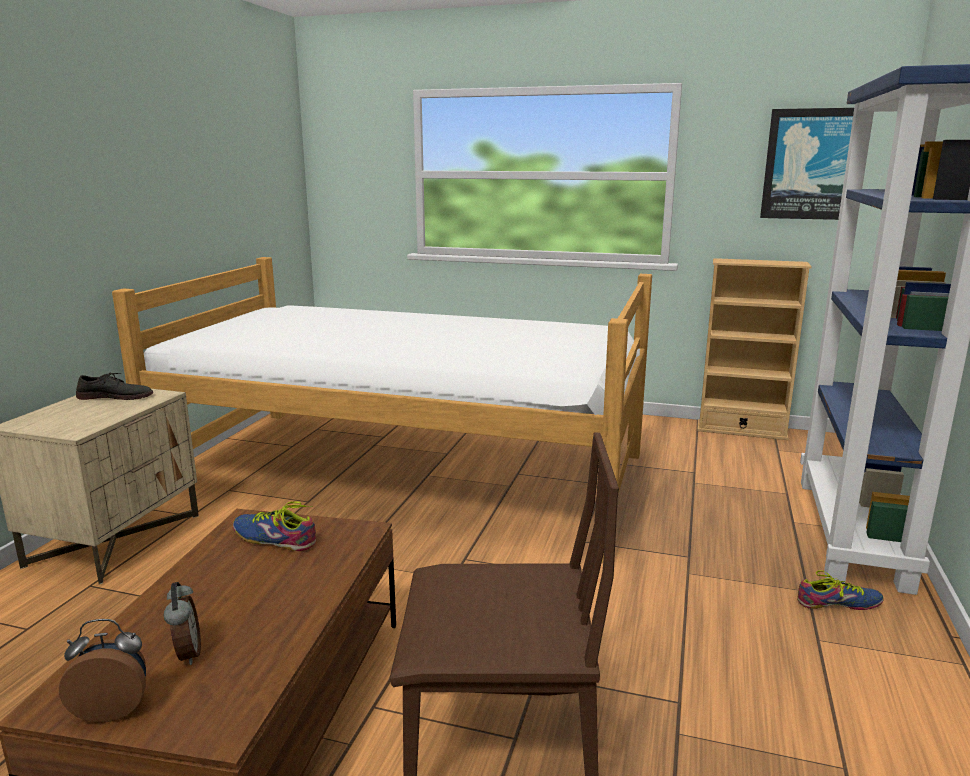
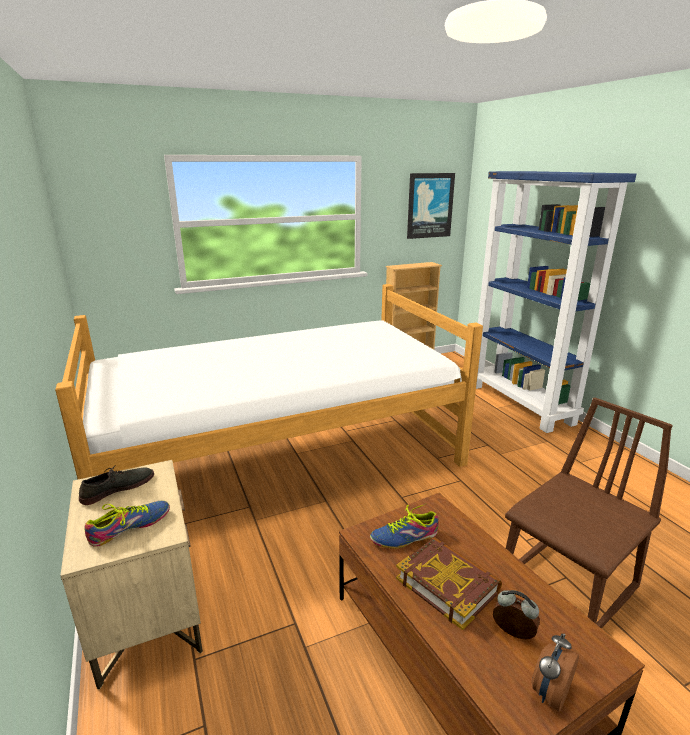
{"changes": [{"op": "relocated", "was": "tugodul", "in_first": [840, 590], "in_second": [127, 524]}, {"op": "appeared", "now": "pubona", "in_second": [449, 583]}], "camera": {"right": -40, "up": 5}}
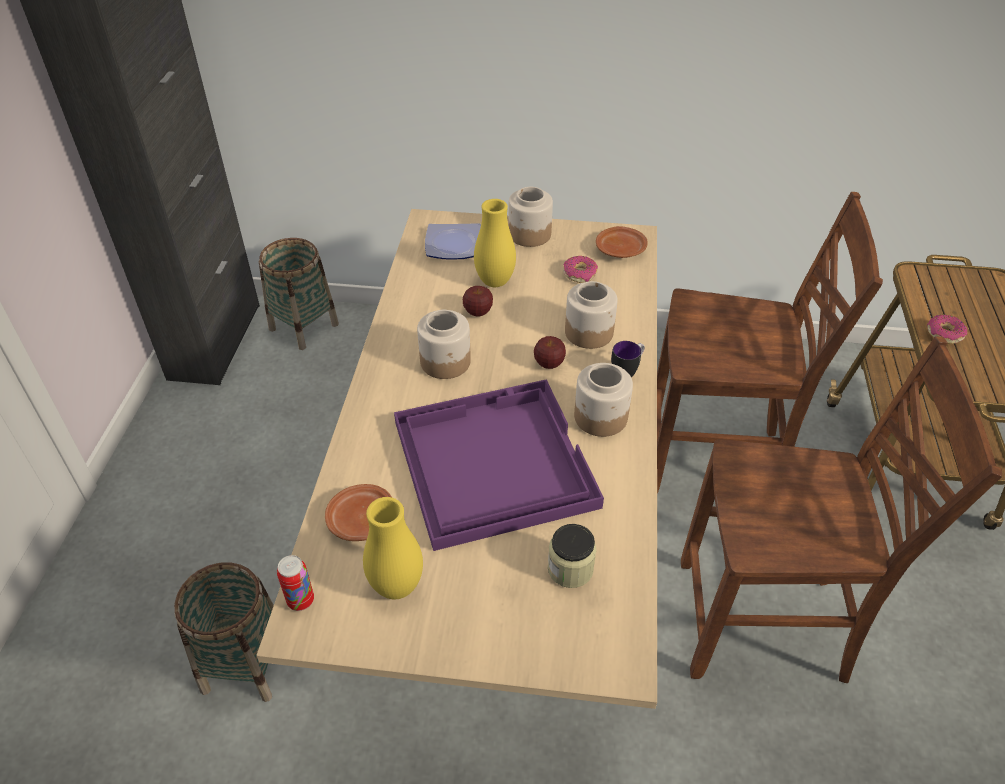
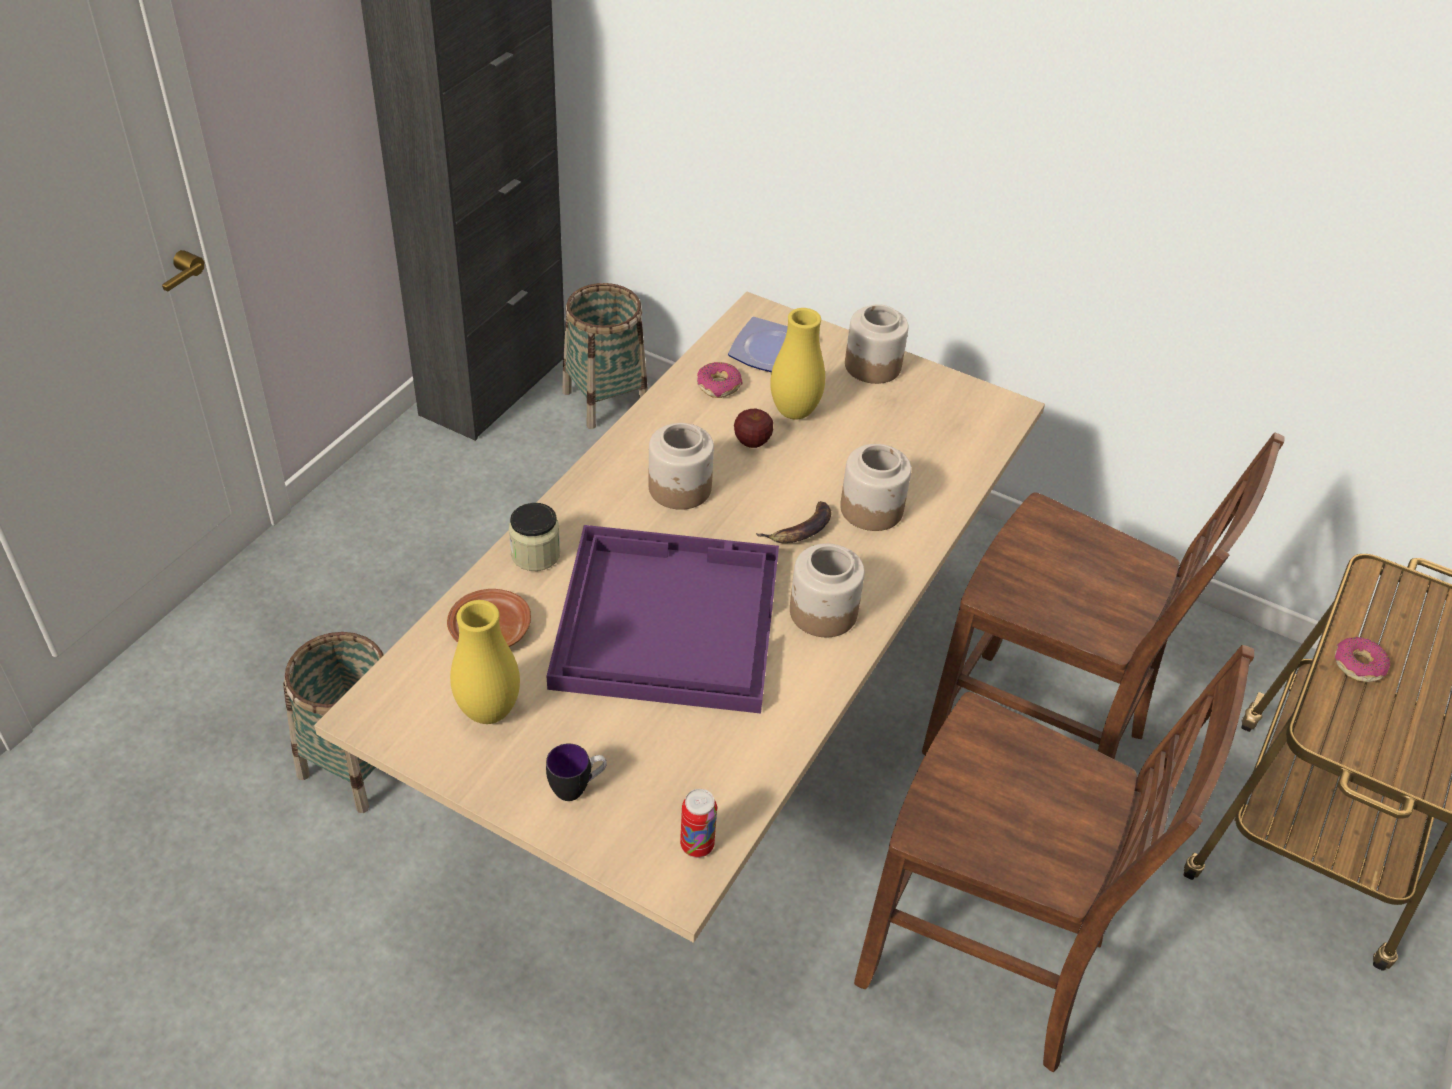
{"changes": [{"op": "relocated", "was": "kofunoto", "in_first": [572, 556], "in_second": [534, 537]}, {"op": "relocated", "was": "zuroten", "in_first": [628, 359], "in_second": [576, 772]}, {"op": "relocated", "was": "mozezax", "in_first": [295, 583], "in_second": [698, 823]}, {"op": "relocated", "was": "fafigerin", "in_first": [580, 269], "in_second": [720, 380]}, {"op": "exchanged", "was": "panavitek", "now": "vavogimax", "in_first": [550, 352], "in_second": [793, 522]}, {"op": "missing", "was": "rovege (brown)", "in_first": [622, 242]}], "camera": {"right": 20, "up": 0}}
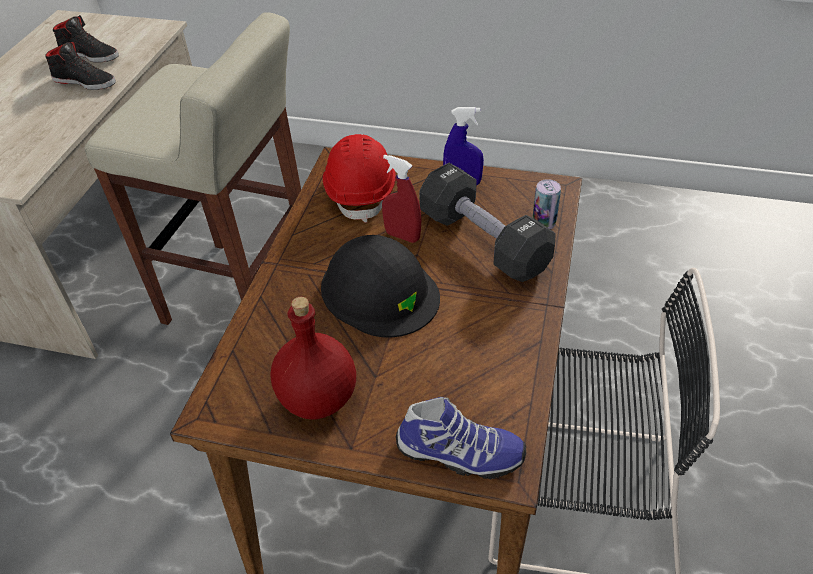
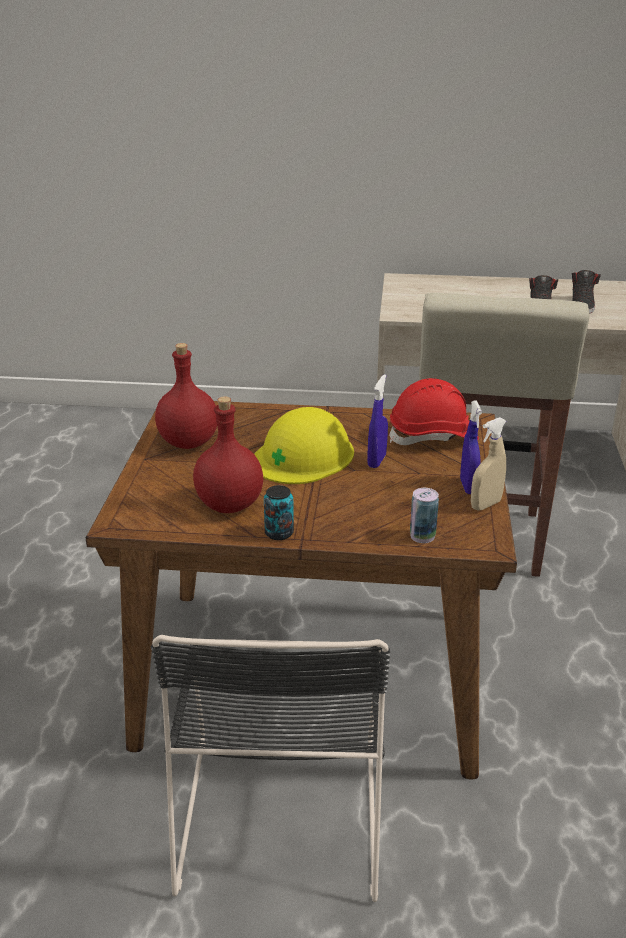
{"changes": [{"op": "appeared", "now": "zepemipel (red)", "in_second": [228, 454]}, {"op": "colour", "was": "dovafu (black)", "now": "dovafu (yellow)", "in_first": [380, 286], "in_second": [304, 445]}, {"op": "appeared", "now": "mozezax", "in_second": [279, 512]}, {"op": "colour", "was": "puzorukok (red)", "now": "puzorukok (blue)", "in_first": [401, 199], "in_second": [377, 421]}, {"op": "appeared", "now": "puzorukok (beige)", "in_second": [488, 464]}, {"op": "missing", "was": "tugodul", "in_first": [461, 438]}, {"op": "missing", "was": "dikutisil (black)", "in_first": [487, 222]}], "camera": {"right": 80, "up": -15}}
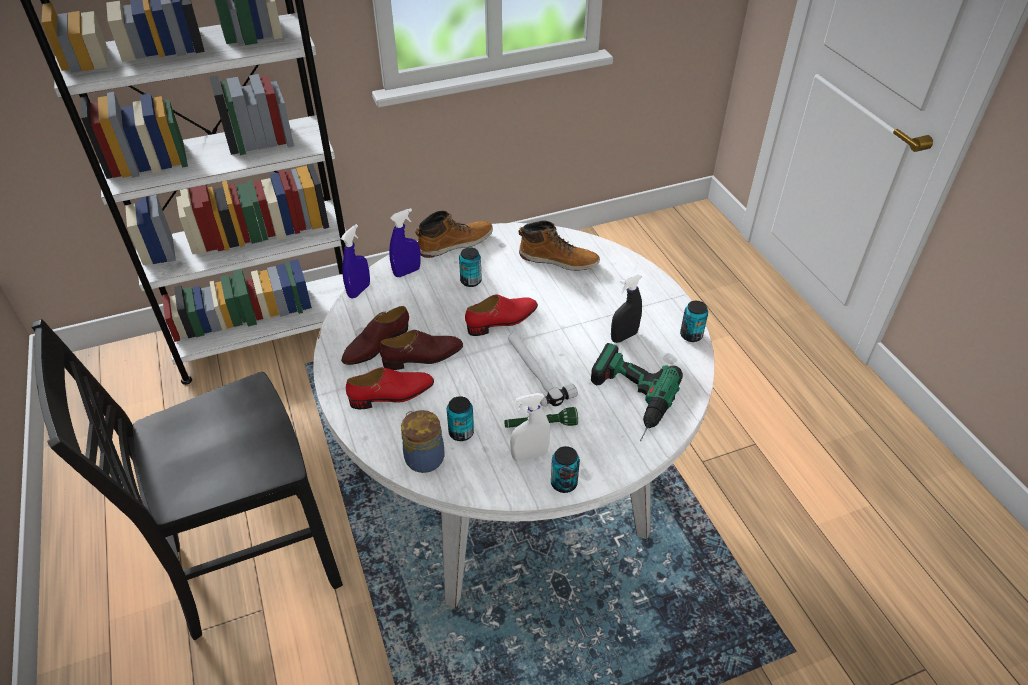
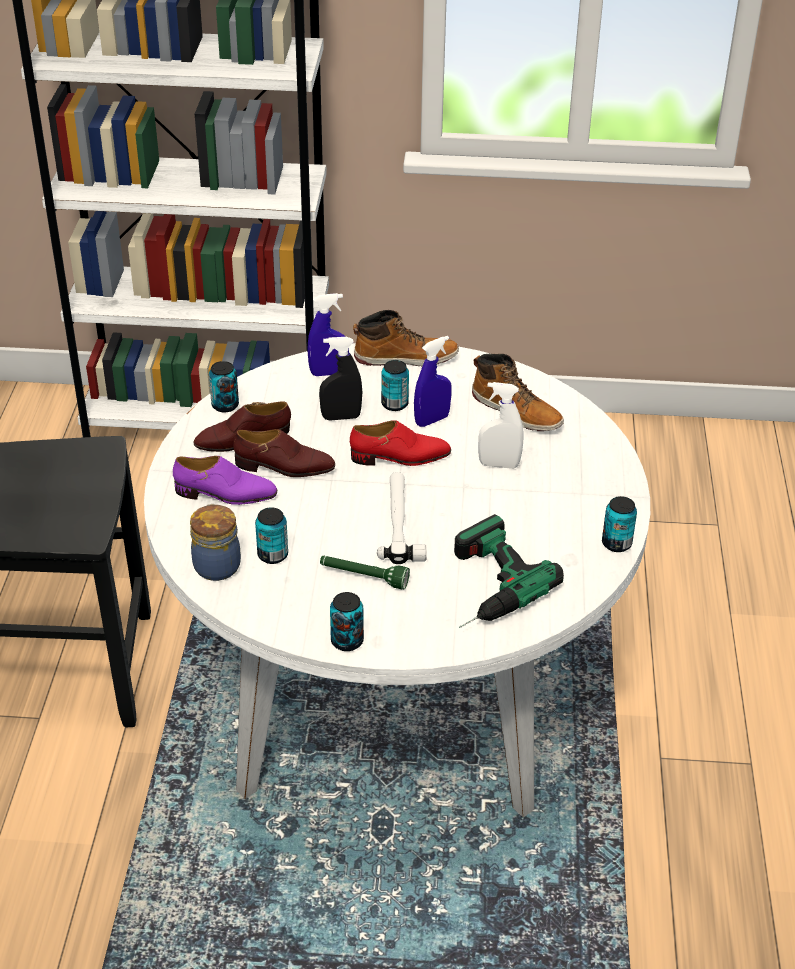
{"changes": [{"op": "colour", "was": "tugodul (red)", "now": "tugodul (purple)", "in_first": [390, 388], "in_second": [225, 480]}, {"op": "appeared", "now": "mozezax", "in_second": [224, 387]}, {"op": "relocated", "was": "puzorukok (black)", "in_first": [626, 308], "in_second": [340, 378]}, {"op": "relocated", "was": "puzorukok (blue)", "in_first": [355, 261], "in_second": [433, 381]}, {"op": "relocated", "was": "puzorukok (white)", "in_first": [530, 427], "in_second": [501, 425]}], "camera": {"right": 25, "up": -5}}
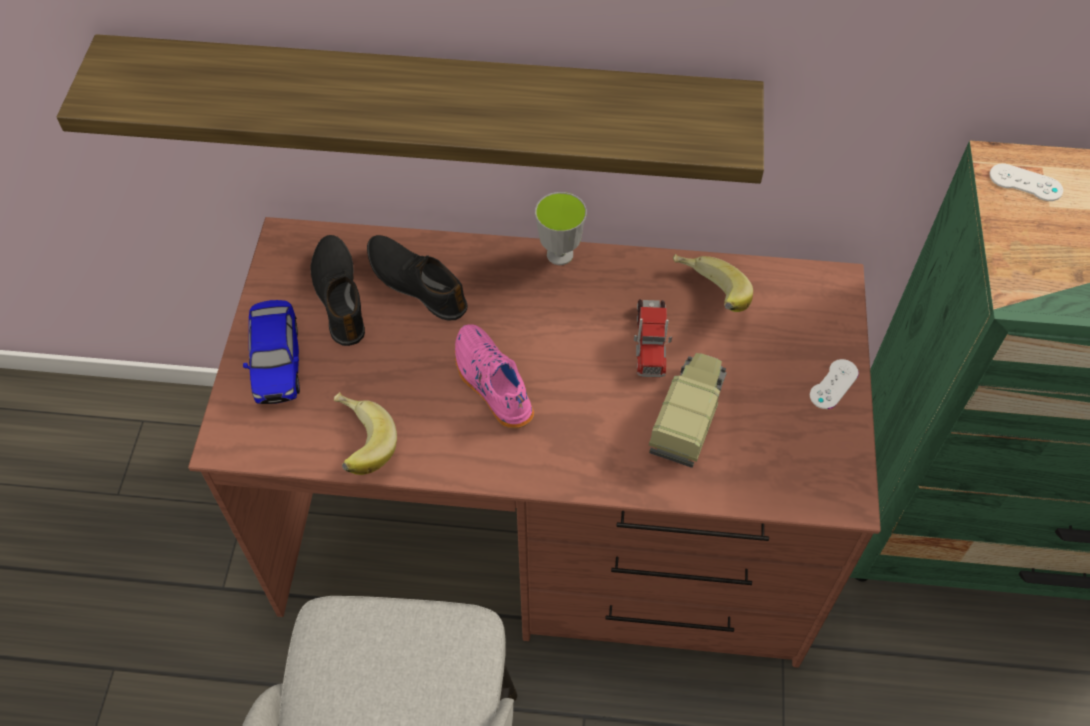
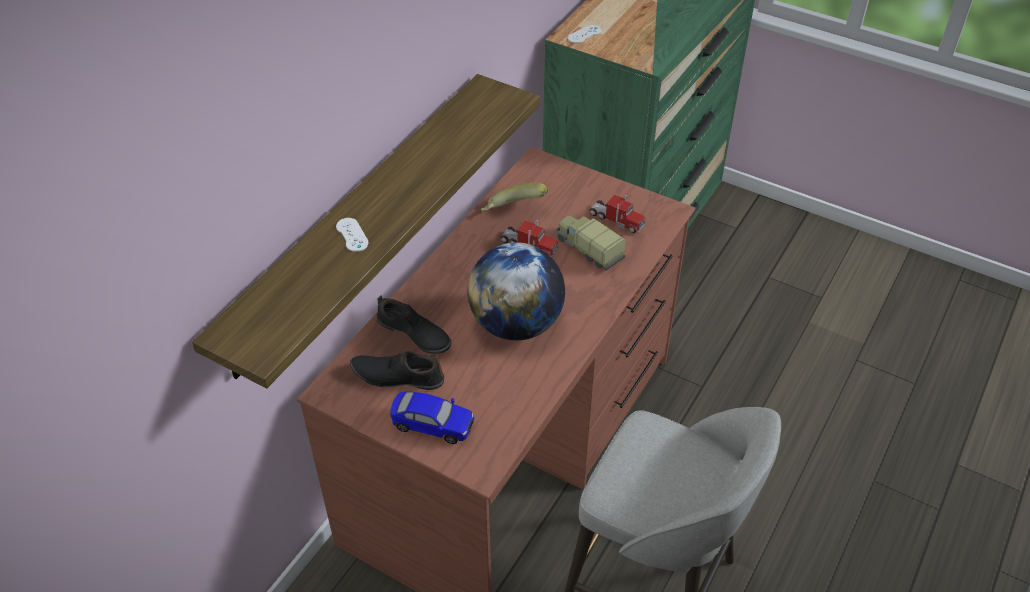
{"changes": [{"op": "relocated", "was": "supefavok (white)", "in_first": [834, 384], "in_second": [352, 235]}, {"op": "spun", "was": "tugodul (black)", "in_first": [417, 278], "in_second": [414, 324], "clockwise": -120}, {"op": "exchanged", "was": "tugodul (pink)", "now": "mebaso", "in_first": [494, 376], "in_second": [516, 291]}, {"op": "appeared", "now": "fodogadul", "in_second": [617, 214]}, {"op": "missing", "was": "vavogimax", "in_first": [365, 433]}, {"op": "missing", "was": "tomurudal", "in_first": [561, 228]}], "camera": {"right": -65, "up": -10}}
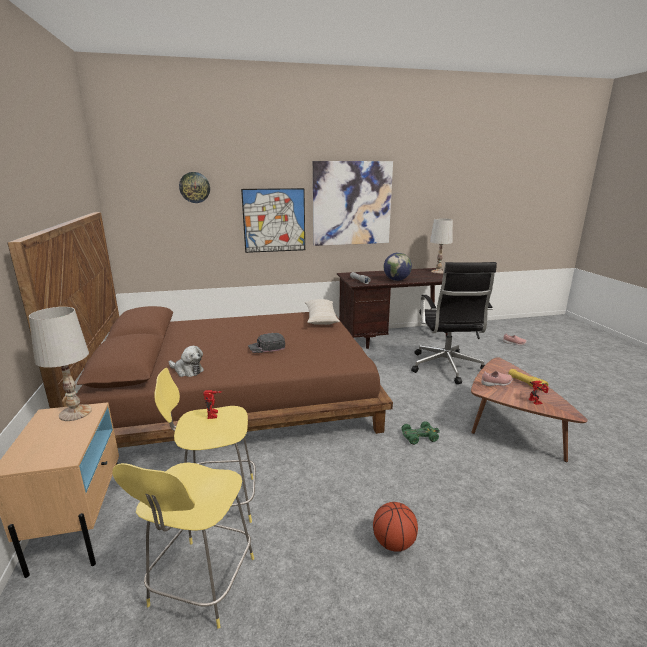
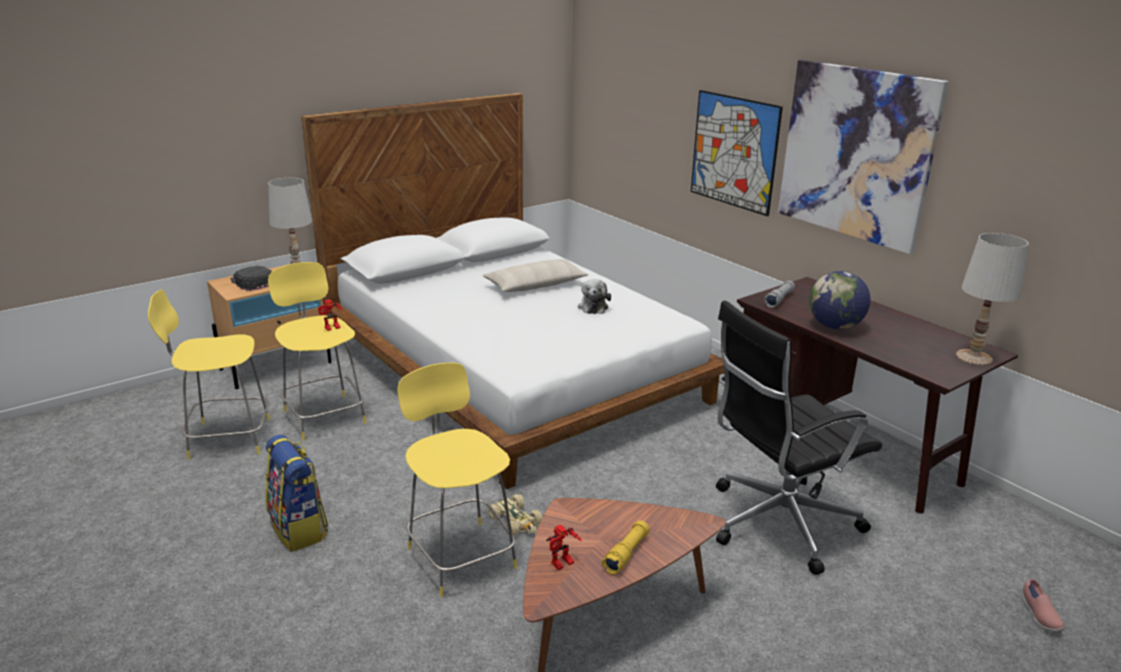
{"changes": [{"op": "relocated", "was": "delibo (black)", "in_first": [266, 343], "in_second": [251, 278]}, {"op": "exchanged", "was": "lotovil", "now": "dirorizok", "in_first": [395, 527], "in_second": [296, 493]}, {"op": "colour", "was": "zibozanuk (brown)", "now": "zibozanuk (white)", "in_first": [200, 330], "in_second": [512, 291]}, {"op": "appeared", "now": "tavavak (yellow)", "in_second": [457, 480]}, {"op": "relocated", "was": "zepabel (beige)", "in_first": [322, 312], "in_second": [535, 275]}, {"op": "colour", "was": "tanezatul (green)", "now": "tanezatul (beige)", "in_first": [420, 433], "in_second": [515, 515]}, {"op": "relocated", "was": "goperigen", "in_first": [186, 361], "in_second": [594, 296]}, {"op": "missing", "was": "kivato", "in_first": [194, 187]}, {"op": "missing", "was": "tugodul (pink)", "in_first": [497, 378]}], "camera": {"right": 65, "up": 5}}
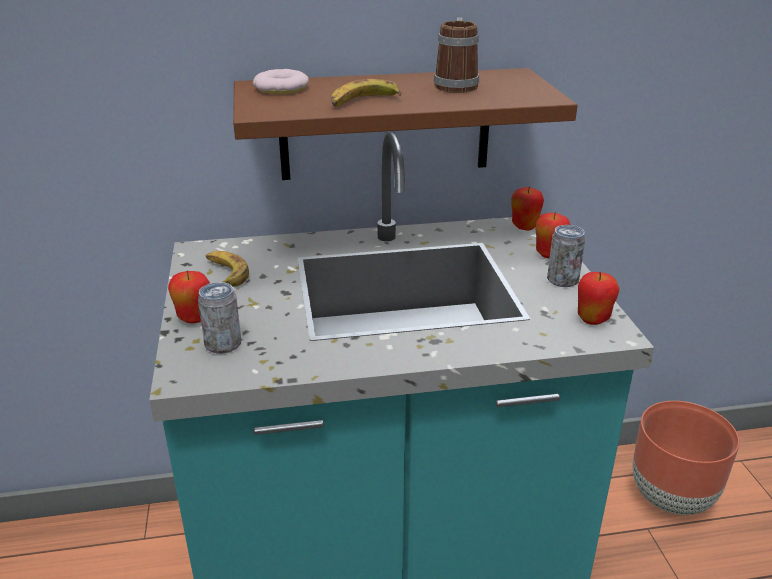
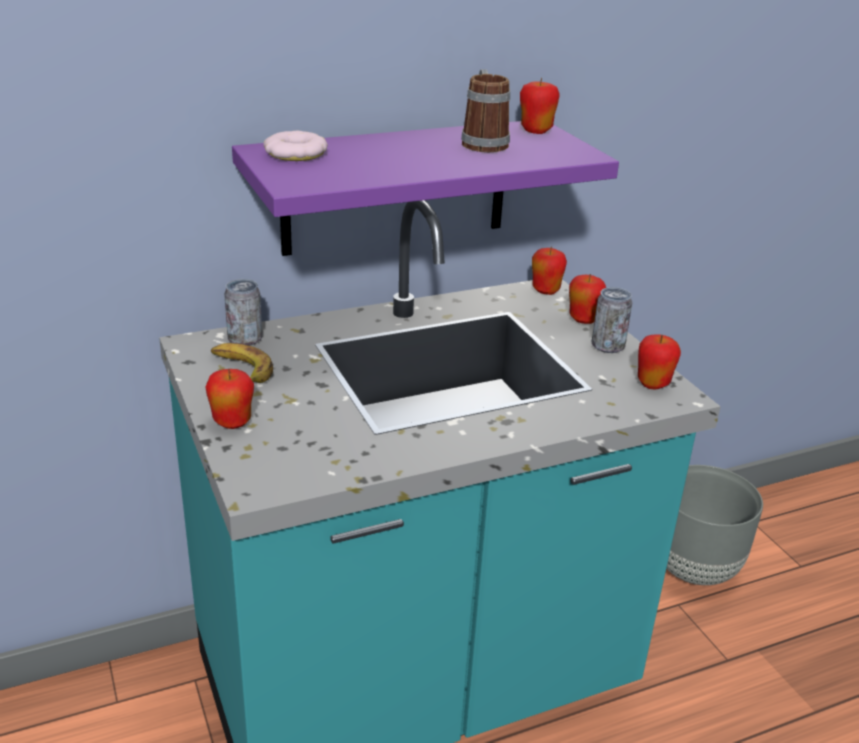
{"changes": [{"op": "relocated", "was": "mozezax", "in_first": [219, 318], "in_second": [243, 312]}, {"op": "colour", "was": "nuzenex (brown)", "now": "nuzenex (purple)", "in_first": [405, 124], "in_second": [425, 188]}, {"op": "appeared", "now": "panavitek", "in_second": [540, 106]}, {"op": "colour", "was": "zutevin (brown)", "now": "zutevin (grey)", "in_first": [686, 458], "in_second": [714, 525]}, {"op": "missing", "was": "vavogimax", "in_first": [366, 92]}], "camera": {"right": -15, "up": 0}}
